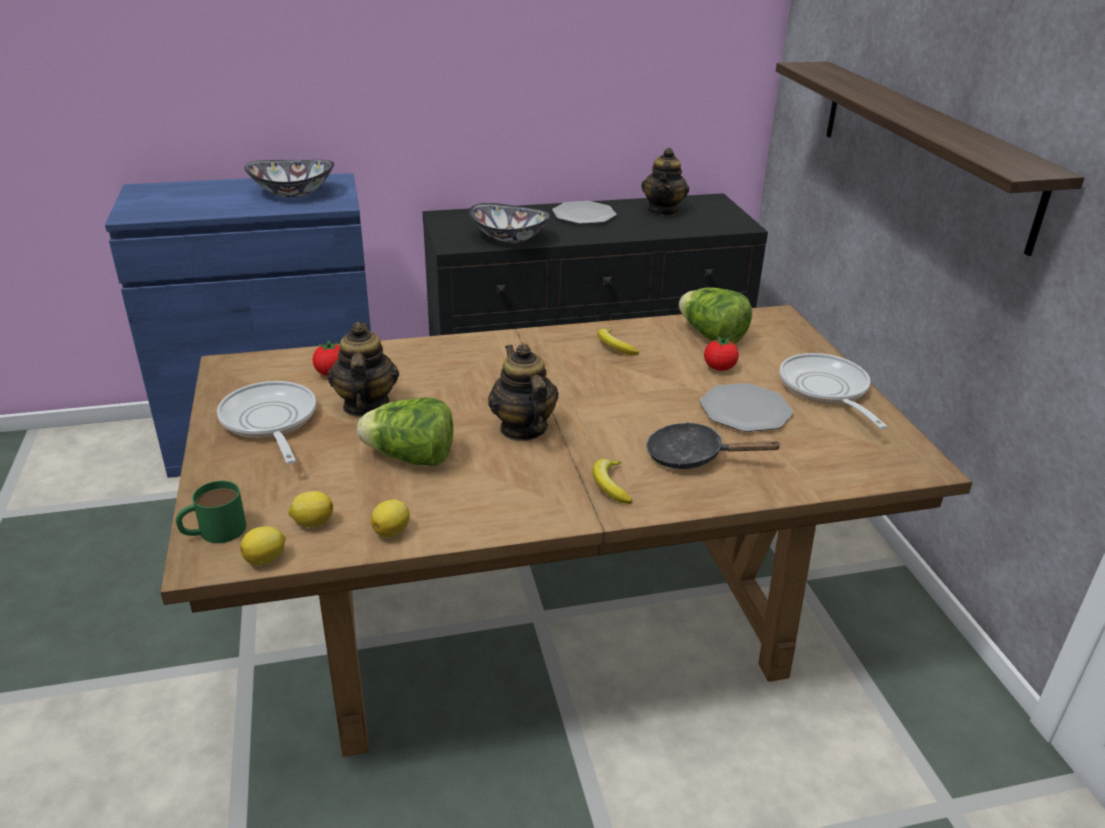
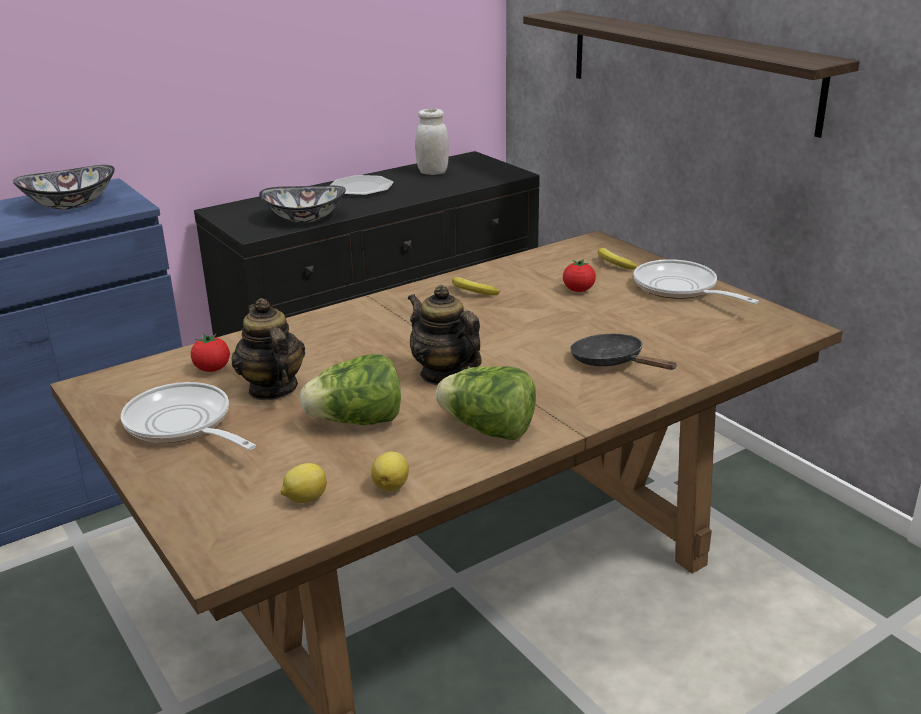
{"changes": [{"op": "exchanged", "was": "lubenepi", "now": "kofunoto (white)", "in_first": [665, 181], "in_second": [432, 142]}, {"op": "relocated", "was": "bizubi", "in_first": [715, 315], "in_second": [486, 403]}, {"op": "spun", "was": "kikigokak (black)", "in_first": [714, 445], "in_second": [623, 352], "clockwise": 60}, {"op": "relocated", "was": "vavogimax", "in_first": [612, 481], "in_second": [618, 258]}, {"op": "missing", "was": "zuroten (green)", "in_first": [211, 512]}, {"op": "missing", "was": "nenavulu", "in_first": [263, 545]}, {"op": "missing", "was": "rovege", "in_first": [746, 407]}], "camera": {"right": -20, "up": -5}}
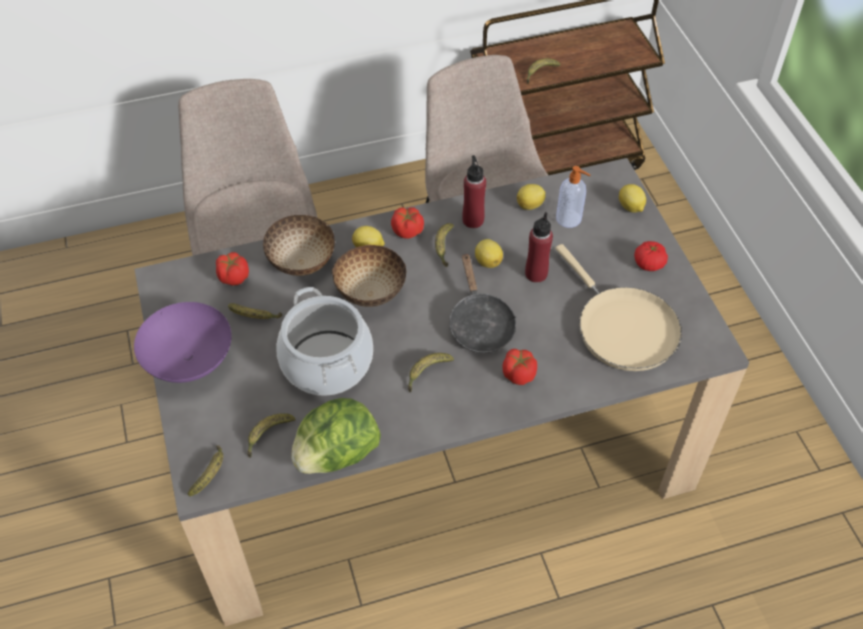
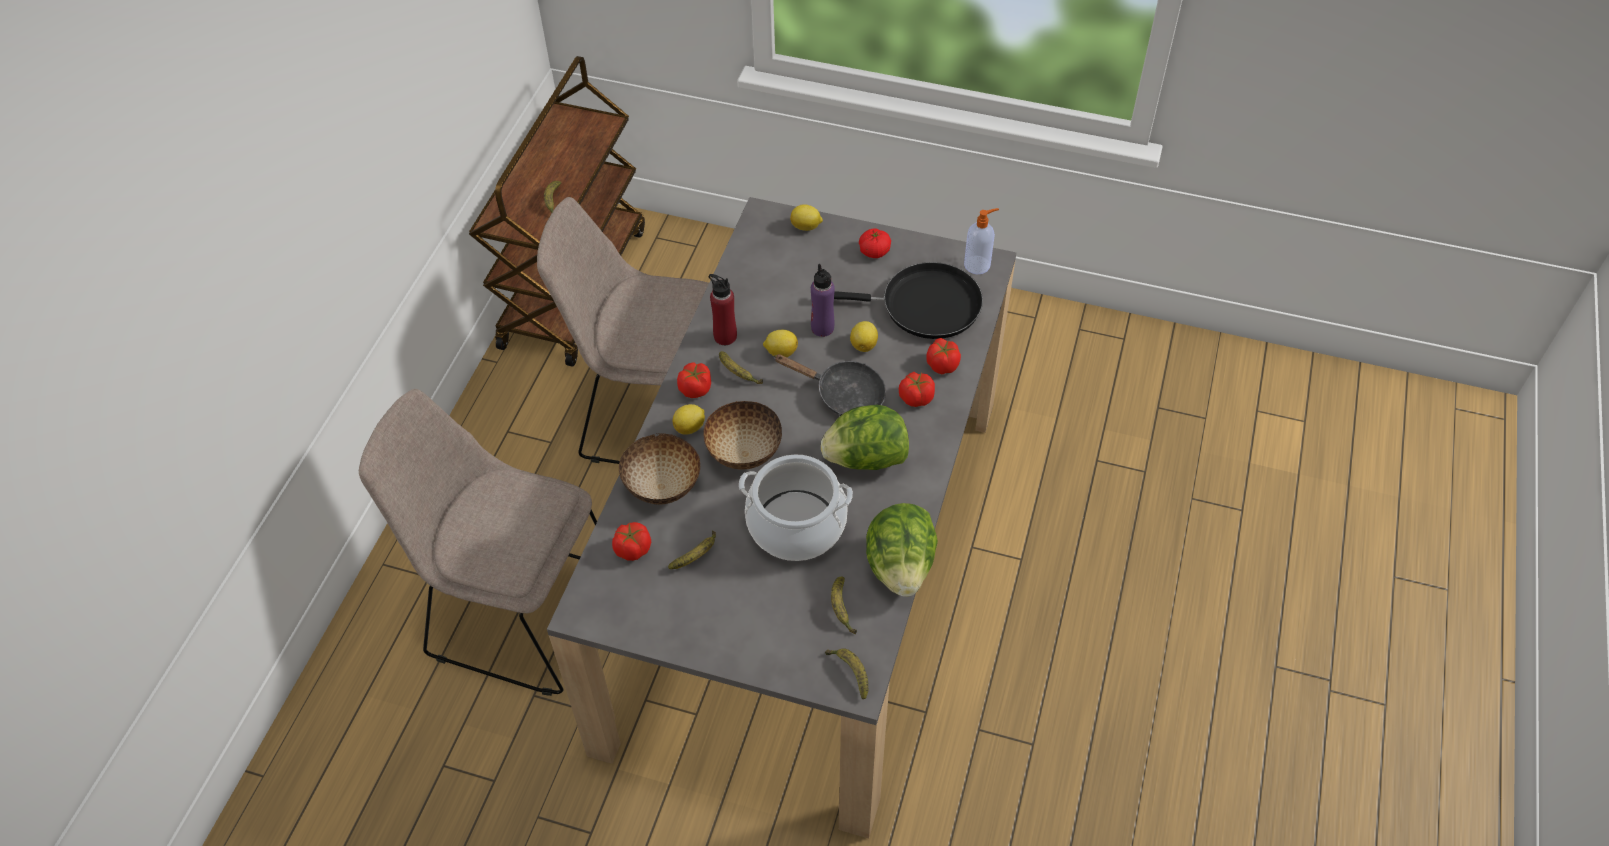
{"changes": [{"op": "colour", "was": "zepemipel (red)", "now": "zepemipel (purple)", "in_first": [539, 247], "in_second": [823, 300]}, {"op": "exchanged", "was": "vavogimax", "now": "bizubi", "in_first": [431, 372], "in_second": [865, 437]}, {"op": "colour", "was": "kikigokak (beige)", "now": "kikigokak (black)", "in_first": [618, 307], "in_second": [908, 300]}, {"op": "relocated", "was": "nenavulu", "in_first": [531, 197], "in_second": [864, 336]}, {"op": "appeared", "now": "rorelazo", "in_second": [943, 356]}, {"op": "relocated", "was": "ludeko", "in_first": [573, 197], "in_second": [981, 241]}, {"op": "missing", "was": "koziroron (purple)", "in_first": [183, 342]}], "camera": {"right": -55, "up": 0}}
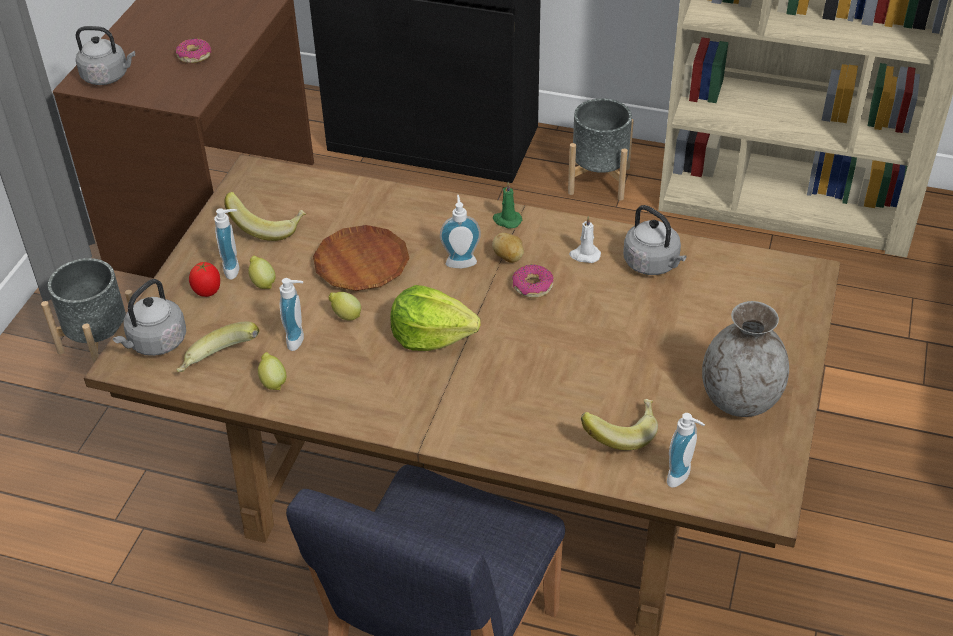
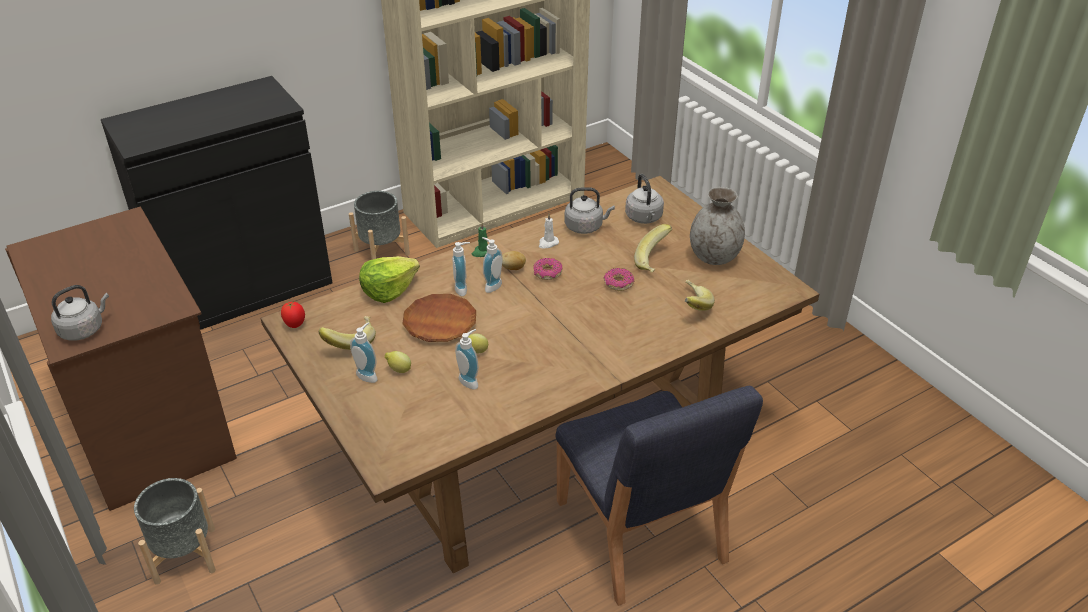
{"changes": [{"op": "relocated", "was": "rorelazo", "in_first": [204, 279], "in_second": [293, 315]}, {"op": "relocated", "was": "bizubi", "in_first": [435, 318], "in_second": [389, 279]}, {"op": "relocated", "was": "ludeko", "in_first": [686, 450], "in_second": [461, 269]}, {"op": "relocated", "was": "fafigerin", "in_first": [193, 50], "in_second": [619, 279]}, {"op": "relocated", "was": "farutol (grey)", "in_first": [149, 317], "in_second": [644, 199]}, {"op": "relocated", "was": "vavogimax", "in_first": [218, 347], "in_second": [653, 248]}, {"op": "missing", "was": "nenavulu", "in_first": [272, 371]}], "camera": {"right": -50, "up": -5}}
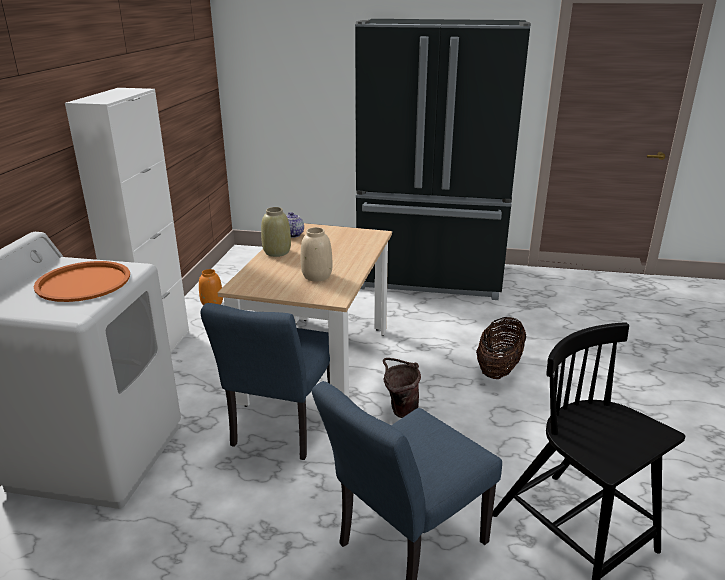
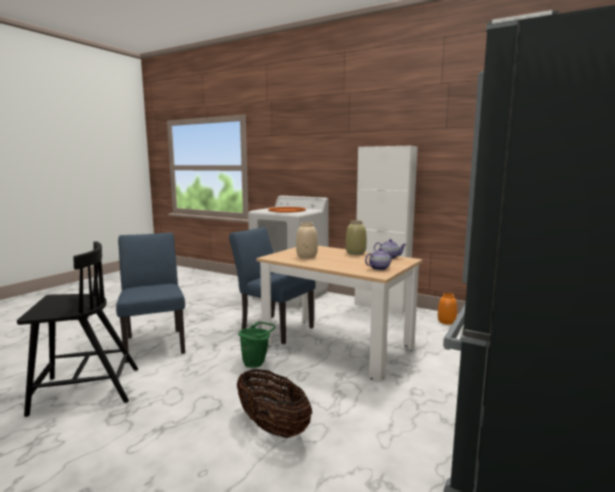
{"changes": [{"op": "colour", "was": "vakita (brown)", "now": "vakita (green)", "in_first": [402, 388], "in_second": [256, 345]}, {"op": "appeared", "now": "lubenepi", "in_second": [379, 259]}], "camera": {"right": 110, "up": -15}}
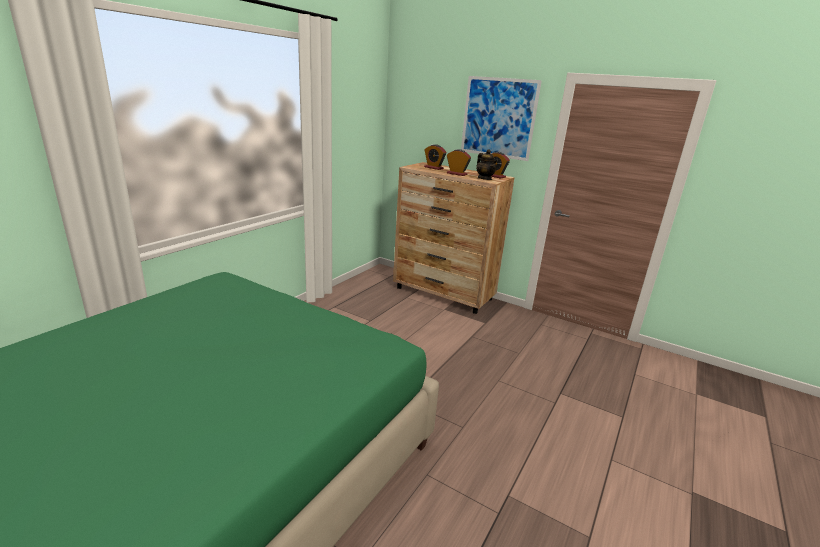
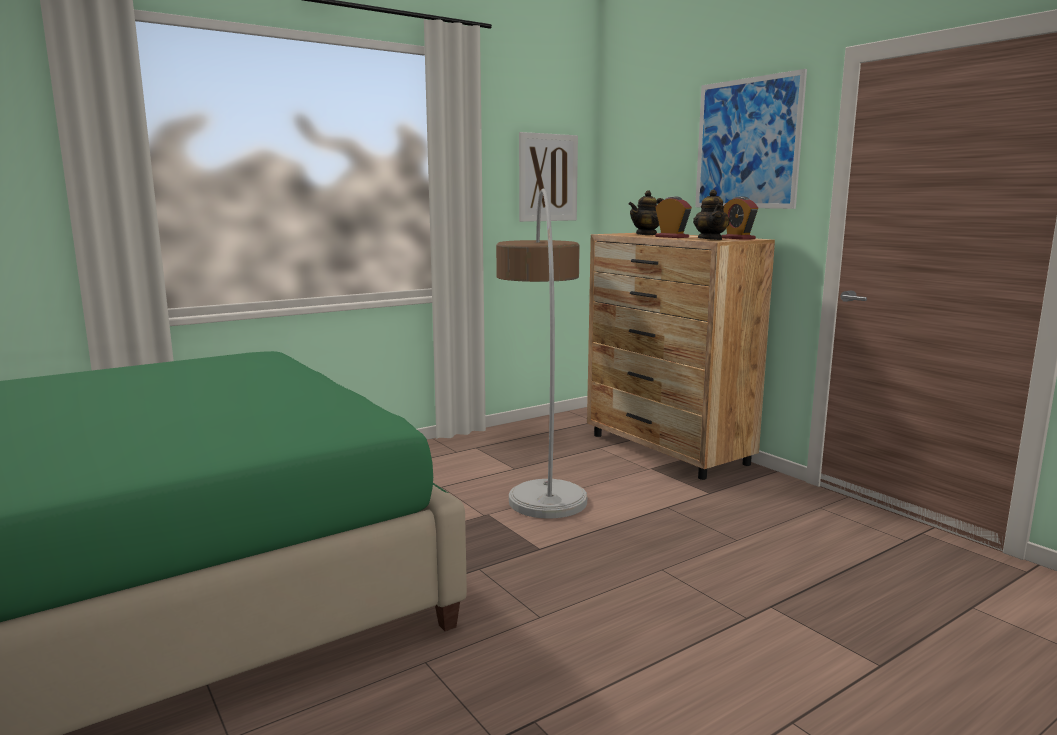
{"changes": [{"op": "appeared", "now": "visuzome", "in_second": [541, 353]}, {"op": "appeared", "now": "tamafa", "in_second": [548, 177]}, {"op": "exchanged", "was": "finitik", "now": "lubenepi", "in_first": [435, 157], "in_second": [646, 212]}], "camera": {"right": 25, "up": -10}}
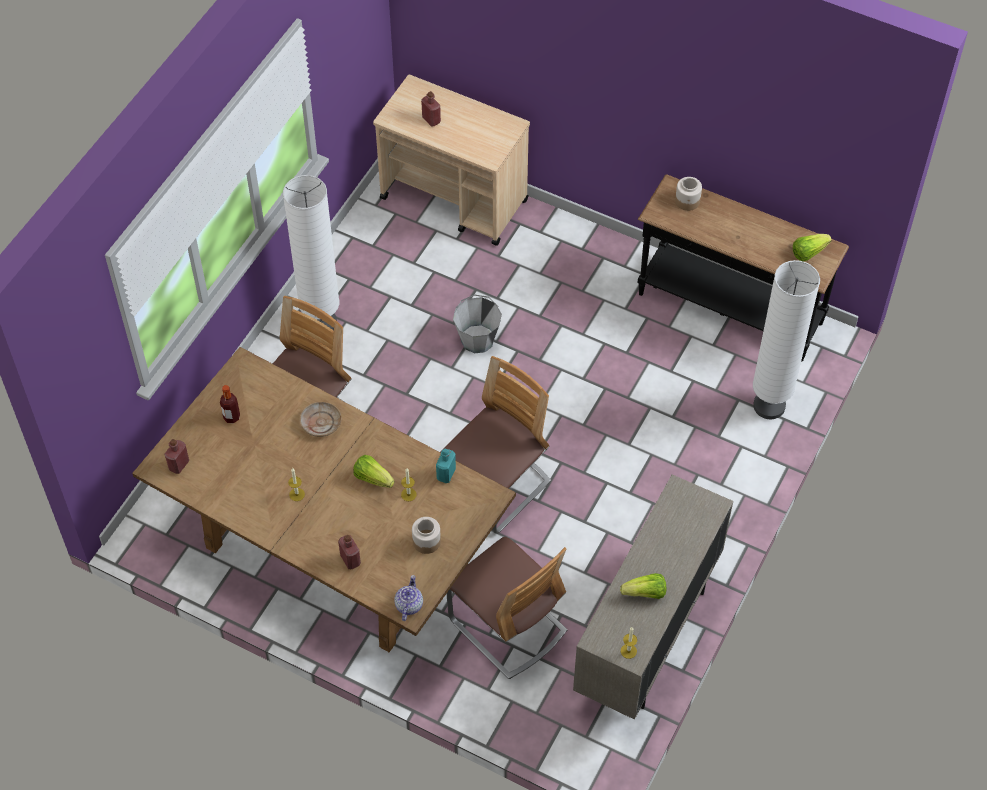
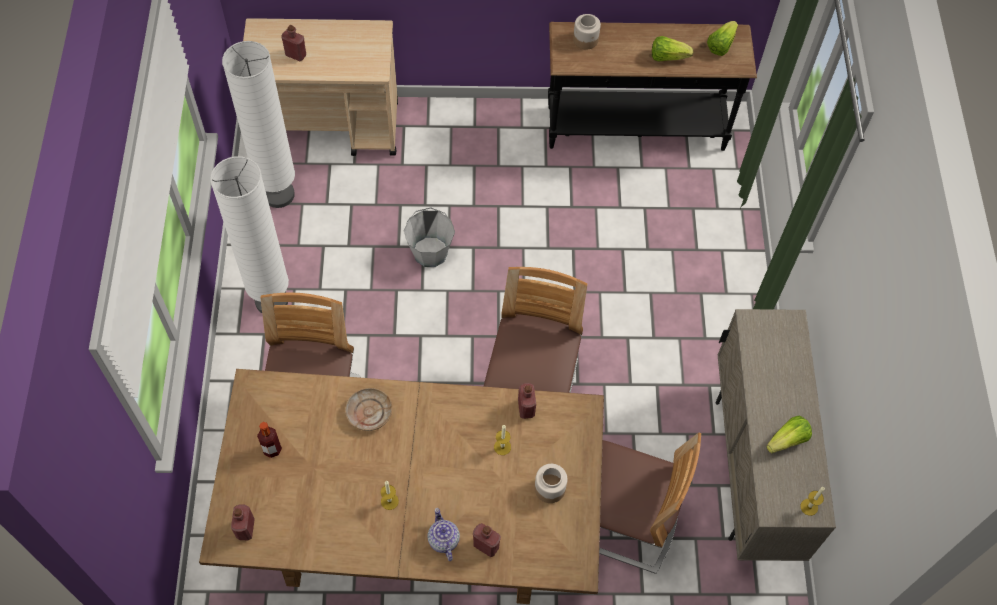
{"changes": [{"op": "relocated", "was": "visuzome (white)", "in_first": [786, 339], "in_second": [258, 124]}, {"op": "relocated", "was": "lubenepi", "in_first": [408, 598], "in_second": [444, 534]}, {"op": "colour", "was": "zepemipel (turquoise)", "now": "zepemipel (red)", "in_first": [446, 466], "in_second": [527, 401]}, {"op": "relocated", "was": "bizubi", "in_first": [374, 471], "in_second": [672, 49]}], "camera": {"right": -30, "up": 5}}
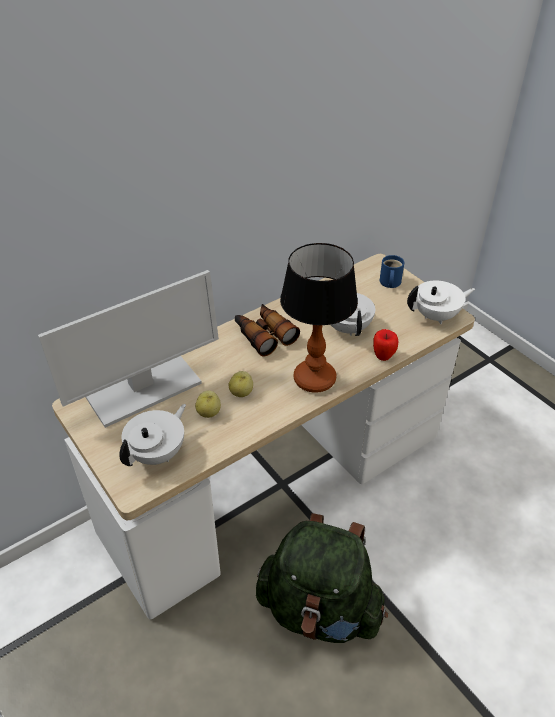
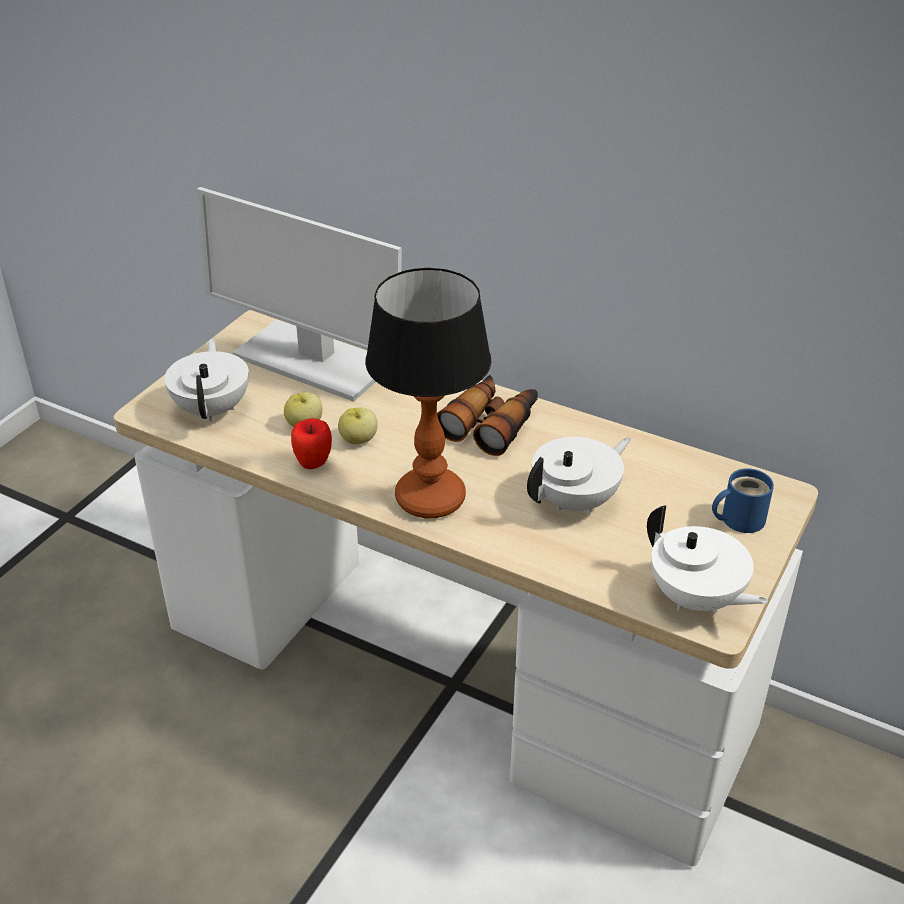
{"changes": [{"op": "spun", "was": "lubenepi (white)", "in_first": [152, 435], "in_second": [206, 380], "clockwise": -105}, {"op": "relocated", "was": "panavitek", "in_first": [385, 345], "in_second": [311, 443]}, {"op": "missing", "was": "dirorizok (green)", "in_first": [322, 578]}], "camera": {"right": 65, "up": -5}}
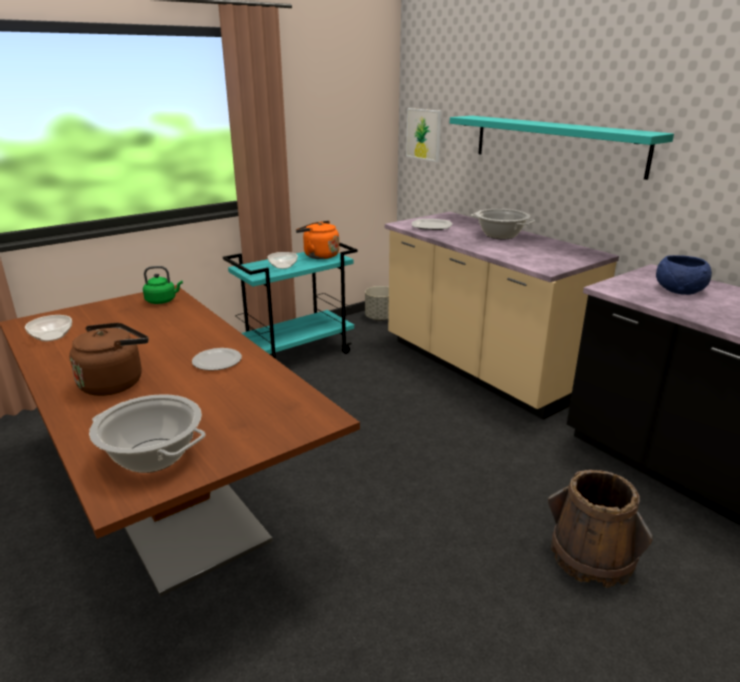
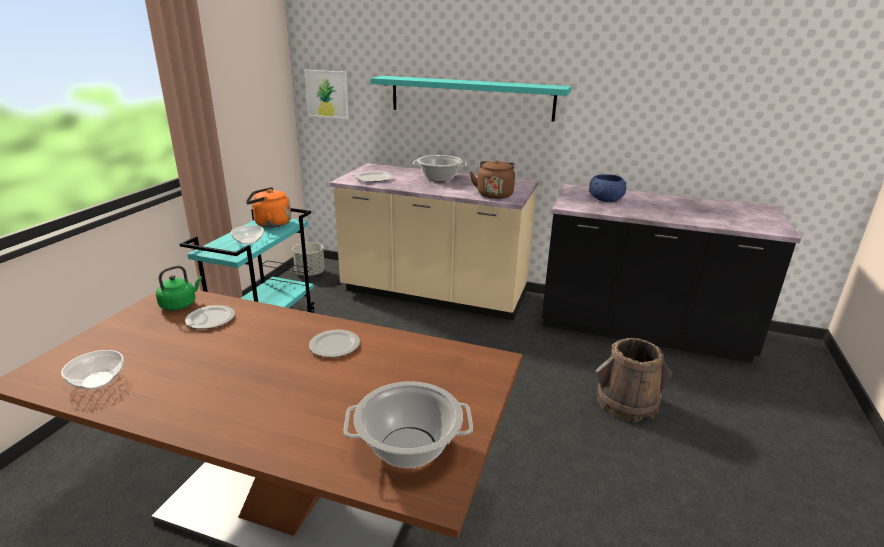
{"changes": [{"op": "appeared", "now": "rovege", "in_second": [210, 317]}, {"op": "relocated", "was": "farutol (brown)", "in_first": [109, 359], "in_second": [492, 179]}], "camera": {"right": -35, "up": 0}}
